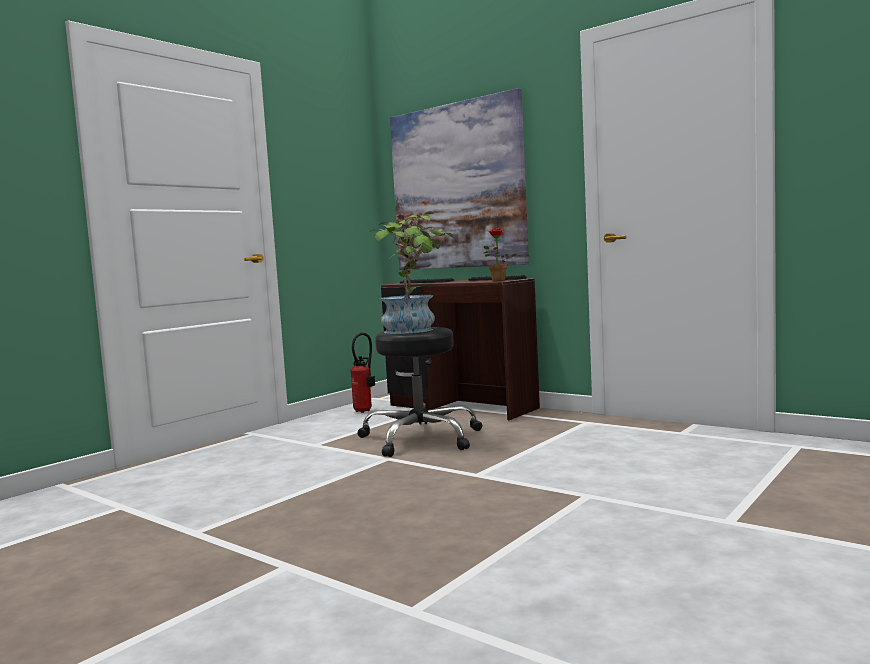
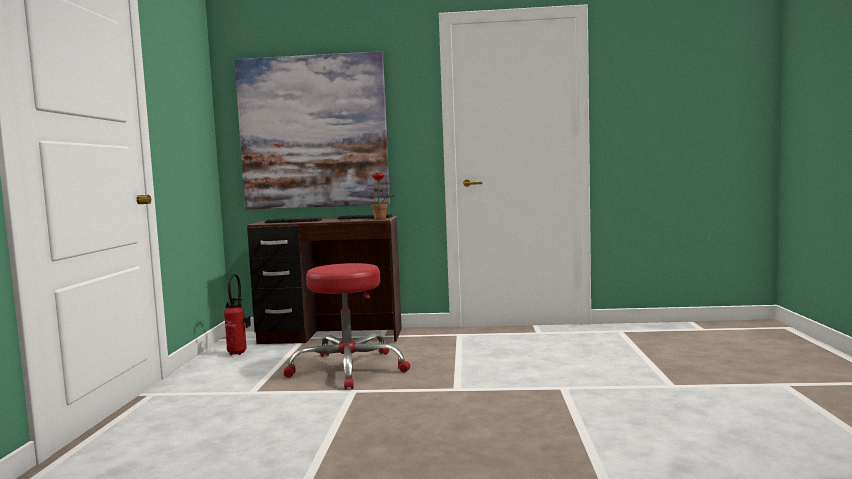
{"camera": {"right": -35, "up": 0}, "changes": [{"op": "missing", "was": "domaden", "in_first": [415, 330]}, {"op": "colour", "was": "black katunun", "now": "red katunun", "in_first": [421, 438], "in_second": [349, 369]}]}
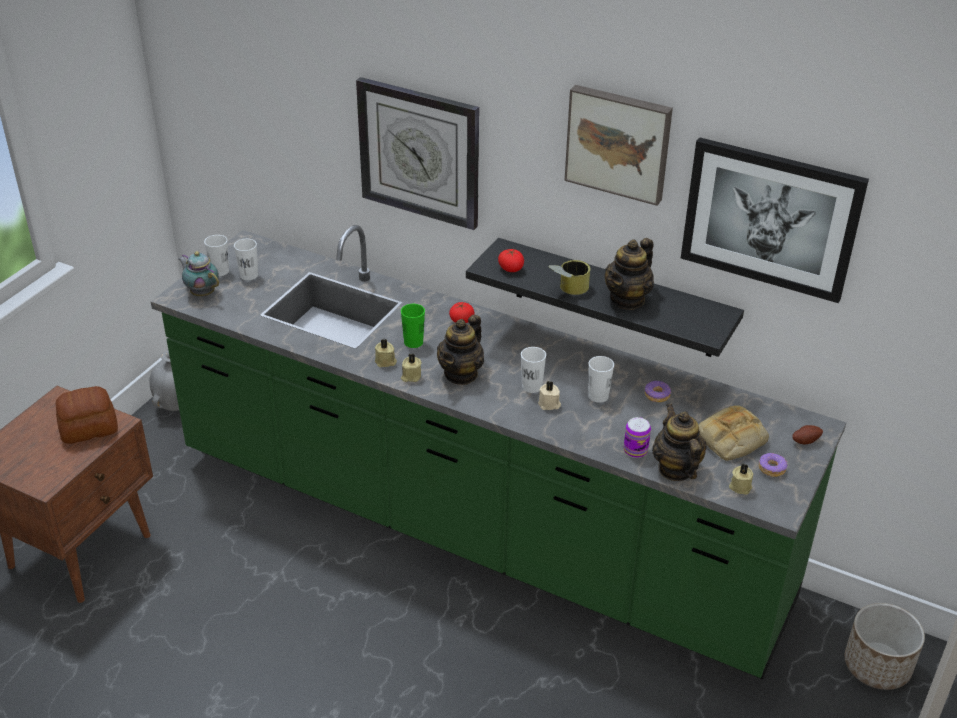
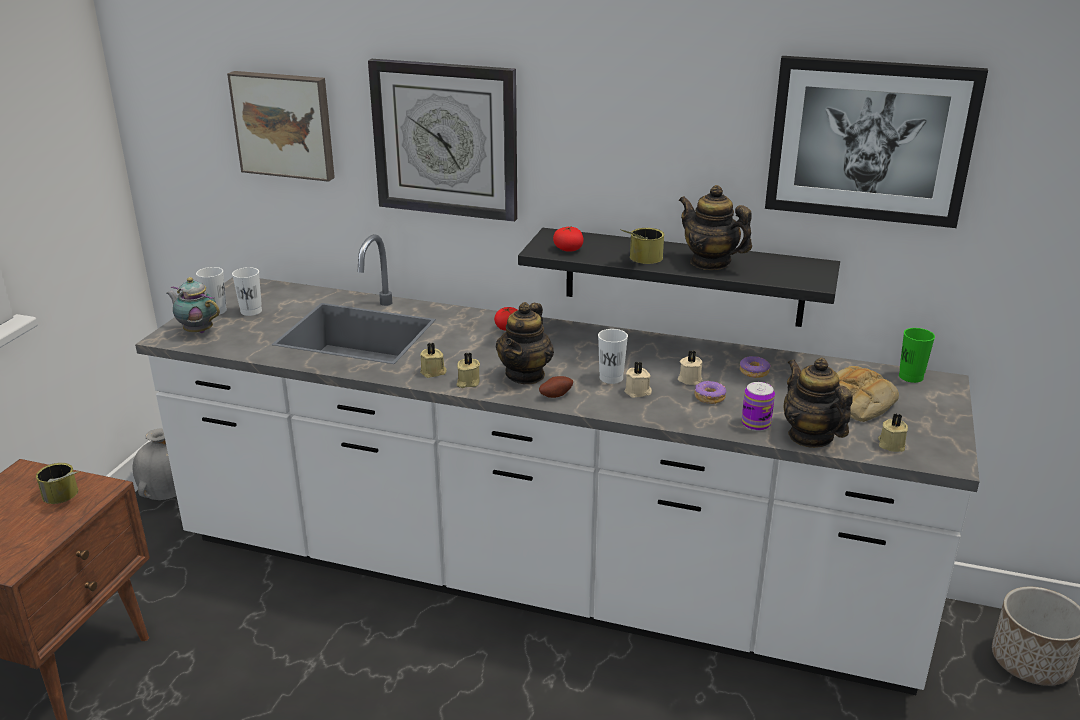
{"camera": {"right": -10, "up": -10}, "changes": [{"op": "relocated", "was": "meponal", "in_first": [619, 142], "in_second": [284, 124]}, {"op": "colour", "was": "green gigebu", "now": "white gigebu", "in_first": [476, 528], "in_second": [540, 579]}, {"op": "spun", "was": "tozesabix", "in_first": [627, 299], "in_second": [710, 262], "clockwise": 105}, {"op": "relocated", "was": "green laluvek", "in_first": [413, 342], "in_second": [911, 377]}, {"op": "exchanged", "was": "white laluvek", "now": "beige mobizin", "in_first": [598, 396], "in_second": [689, 379]}, {"op": "exchanged", "was": "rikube", "now": "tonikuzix", "in_first": [88, 428], "in_second": [64, 498]}, {"op": "relocated", "was": "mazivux", "in_first": [805, 440], "in_second": [555, 395]}, {"op": "relocated", "was": "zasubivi", "in_first": [771, 468], "in_second": [709, 397]}]}
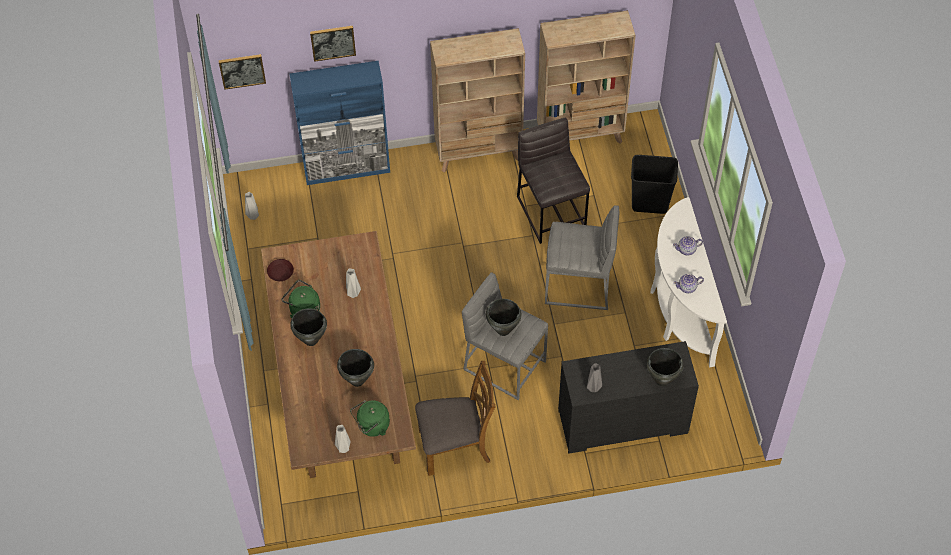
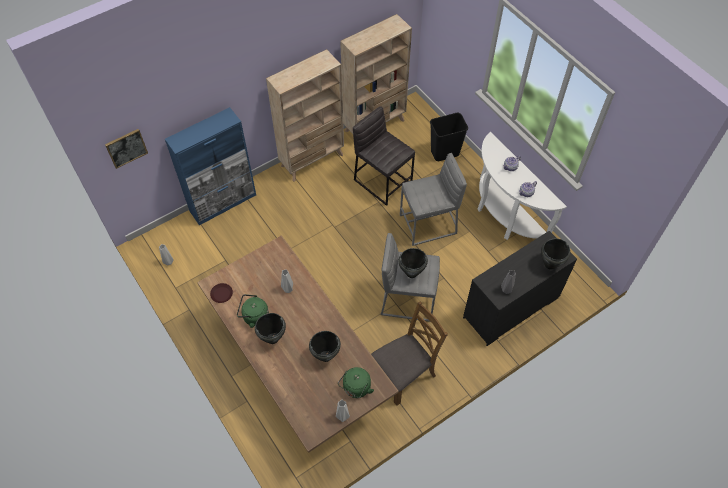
{"camera": {"right": -25, "up": 0}, "changes": [{"op": "missing", "was": "meponal", "in_first": [333, 42]}]}
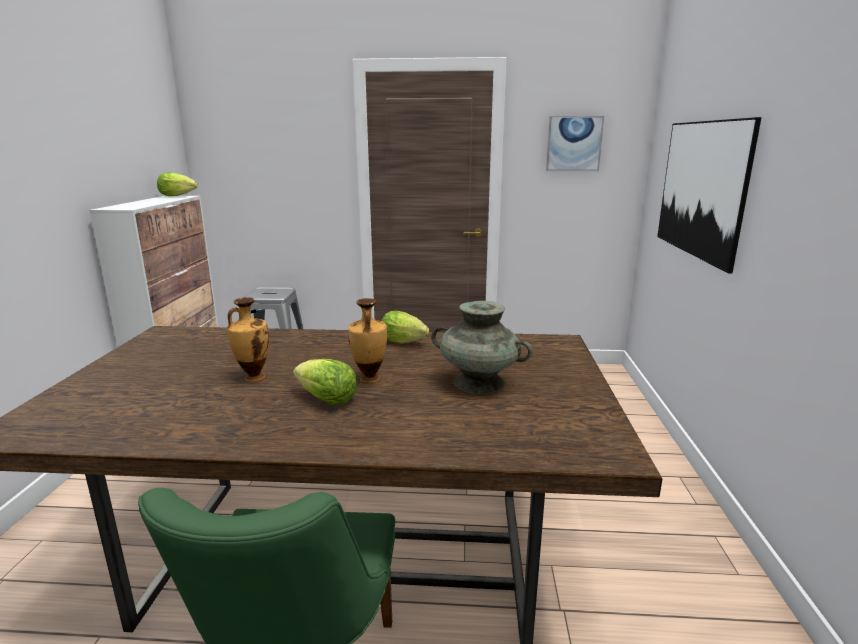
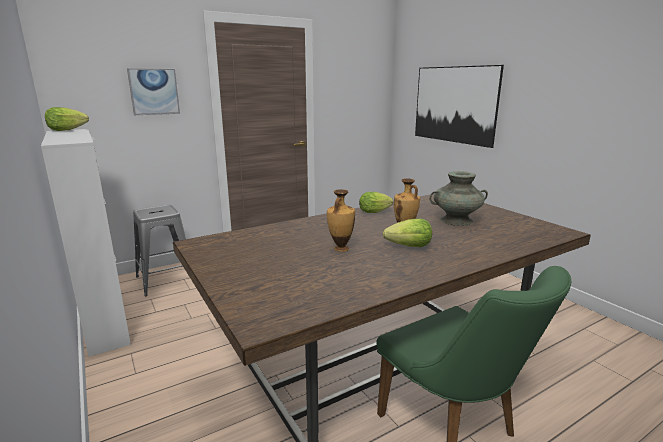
{"camera": {"right": -35, "up": 0}, "changes": [{"op": "relocated", "was": "meponal", "in_first": [574, 144], "in_second": [154, 91]}]}
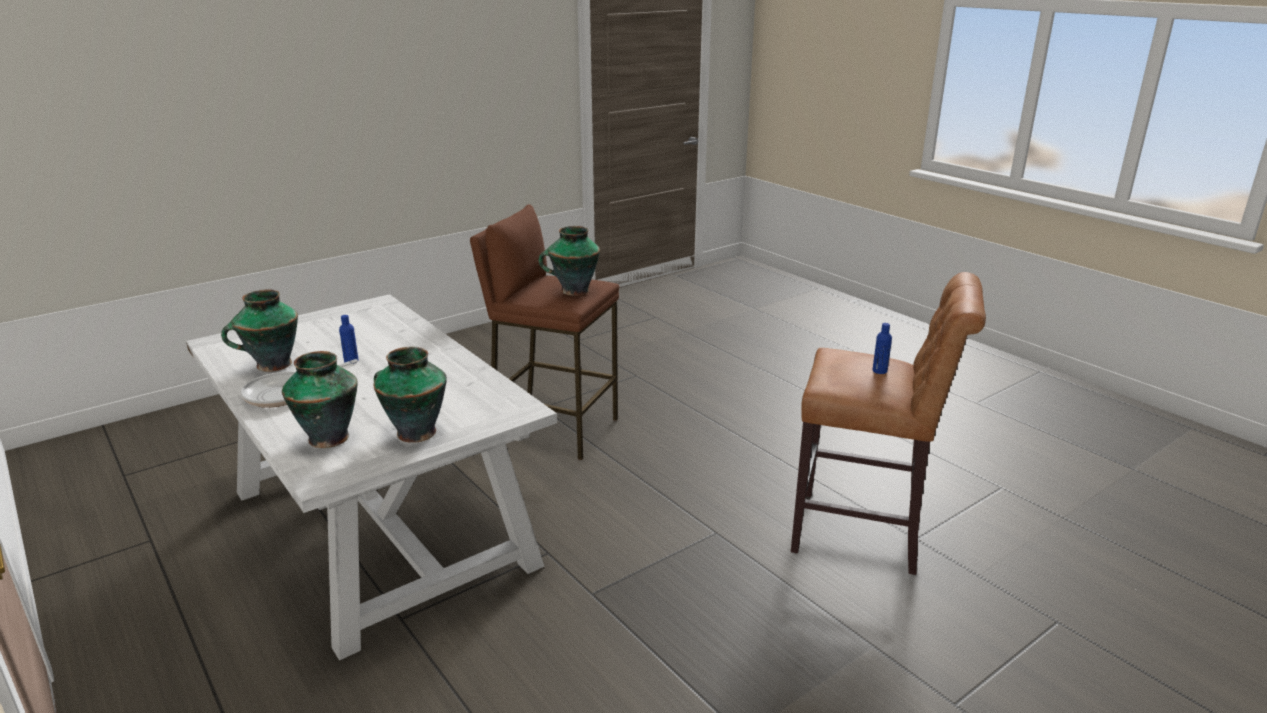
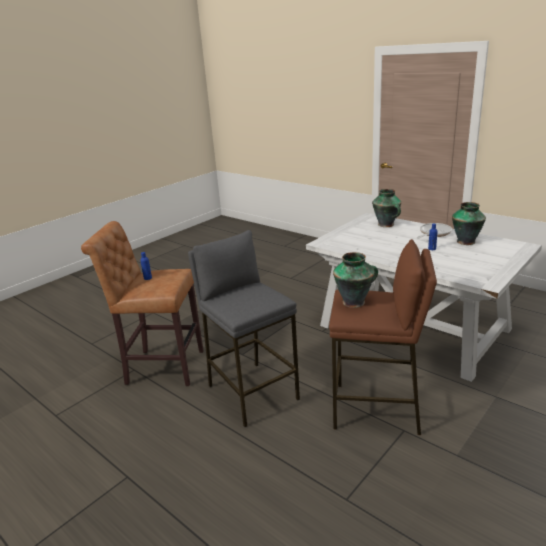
{"camera": {"right": 170, "up": 0}, "changes": [{"op": "missing", "was": "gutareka", "in_first": [414, 432]}, {"op": "appeared", "now": "grey katunun", "in_second": [252, 392]}]}
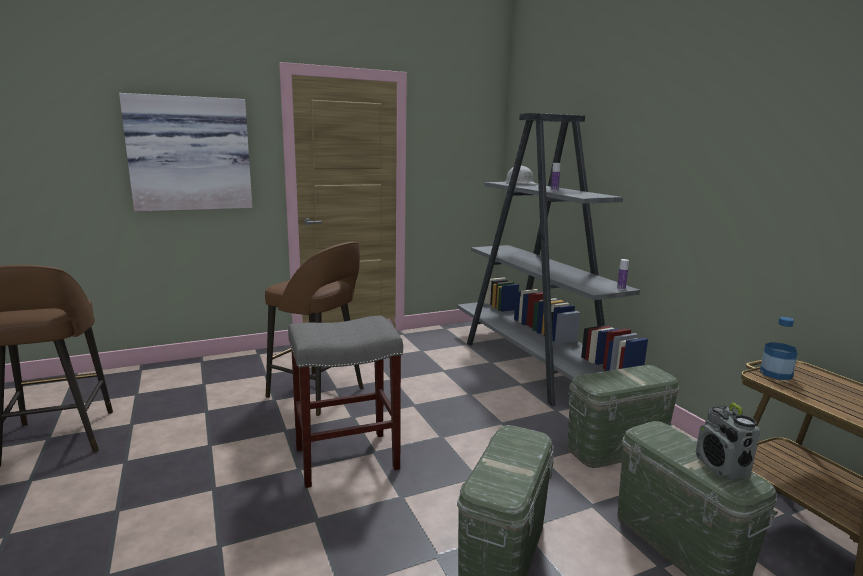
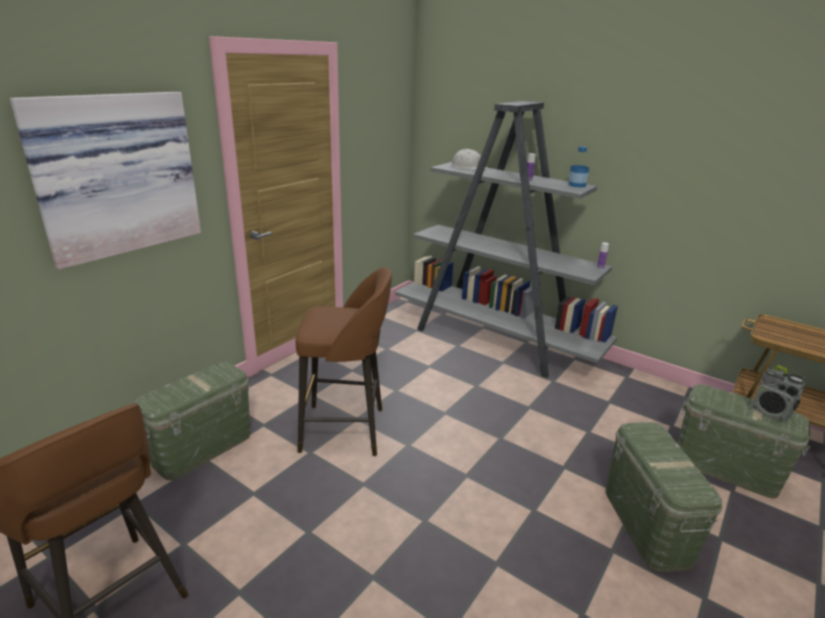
{"camera": {"right": -30, "up": 10}, "changes": [{"op": "missing", "was": "grey katunun", "in_first": [348, 458]}, {"op": "relocated", "was": "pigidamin", "in_first": [776, 374], "in_second": [577, 185]}, {"op": "relocated", "was": "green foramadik", "in_first": [616, 448], "in_second": [202, 448]}]}
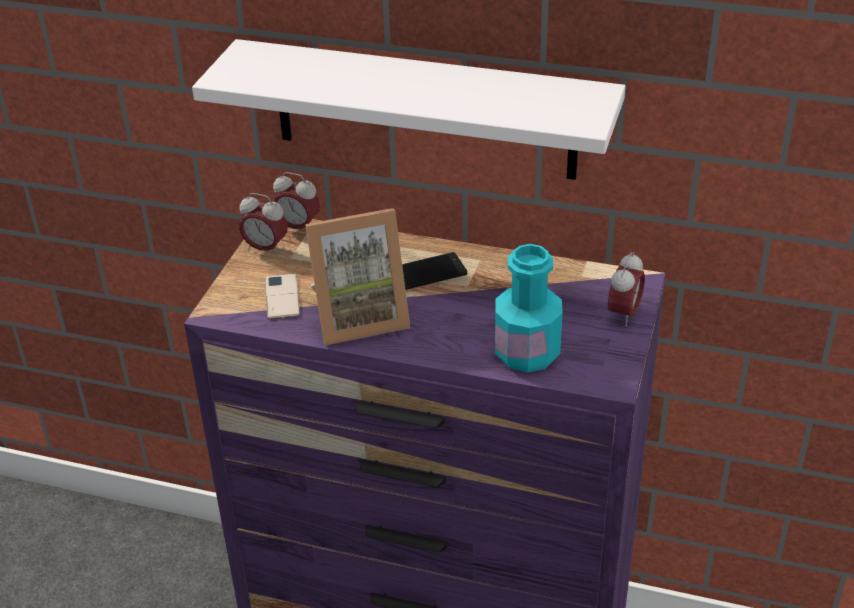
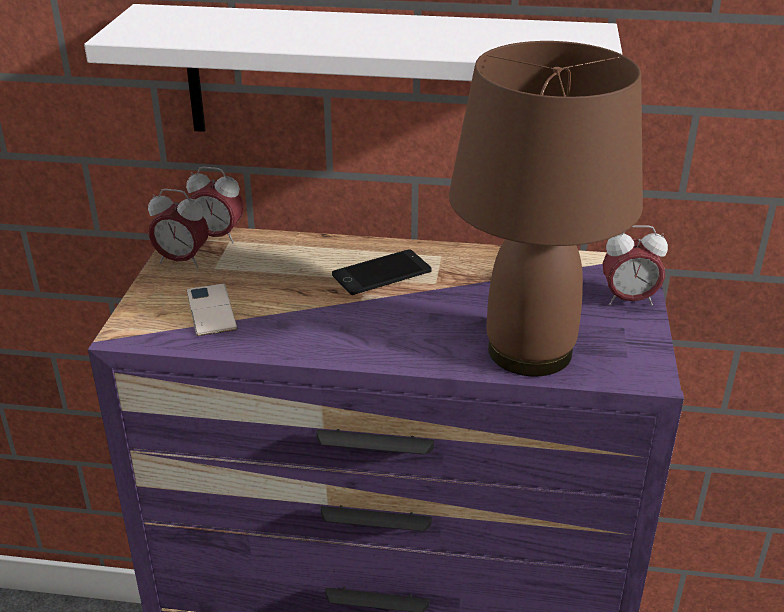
{"camera": {"right": -10, "up": -5}, "changes": [{"op": "missing", "was": "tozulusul", "in_first": [358, 317]}, {"op": "exchanged", "was": "turquoise pigidamin", "now": "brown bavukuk", "in_first": [527, 353], "in_second": [531, 350]}, {"op": "spun", "was": "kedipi", "in_first": [624, 314], "in_second": [628, 300], "clockwise": 75}]}
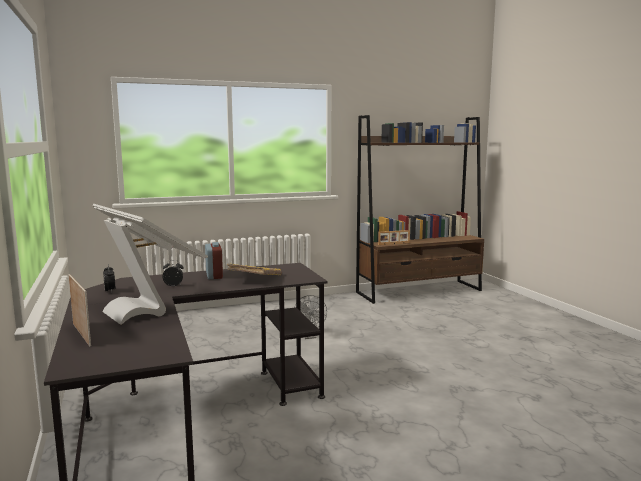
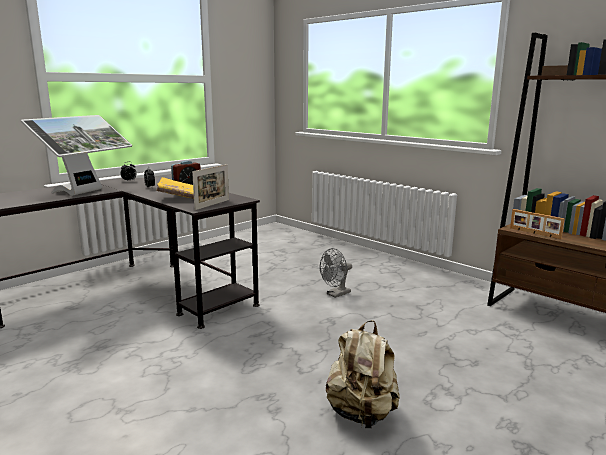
{"camera": {"right": 65, "up": 5}, "changes": [{"op": "relocated", "was": "tozulusul", "in_first": [81, 334], "in_second": [212, 204]}, {"op": "appeared", "now": "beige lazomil", "in_second": [361, 414]}]}
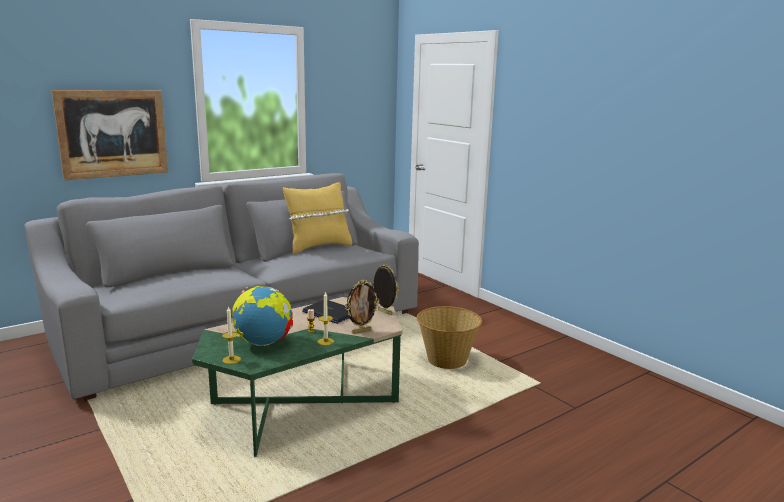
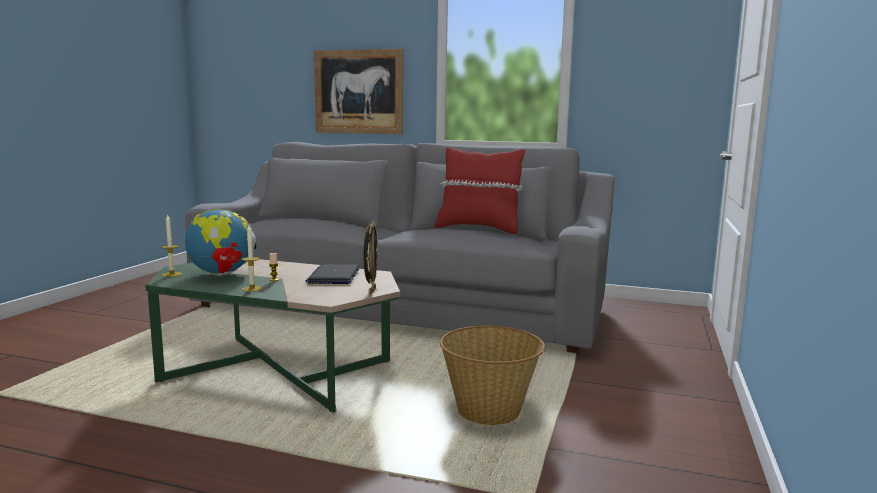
{"camera": {"right": 55, "up": -5}, "changes": [{"op": "colour", "was": "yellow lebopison", "now": "red lebopison", "in_first": [318, 247], "in_second": [478, 229]}, {"op": "missing", "was": "tozulusul", "in_first": [361, 331]}]}
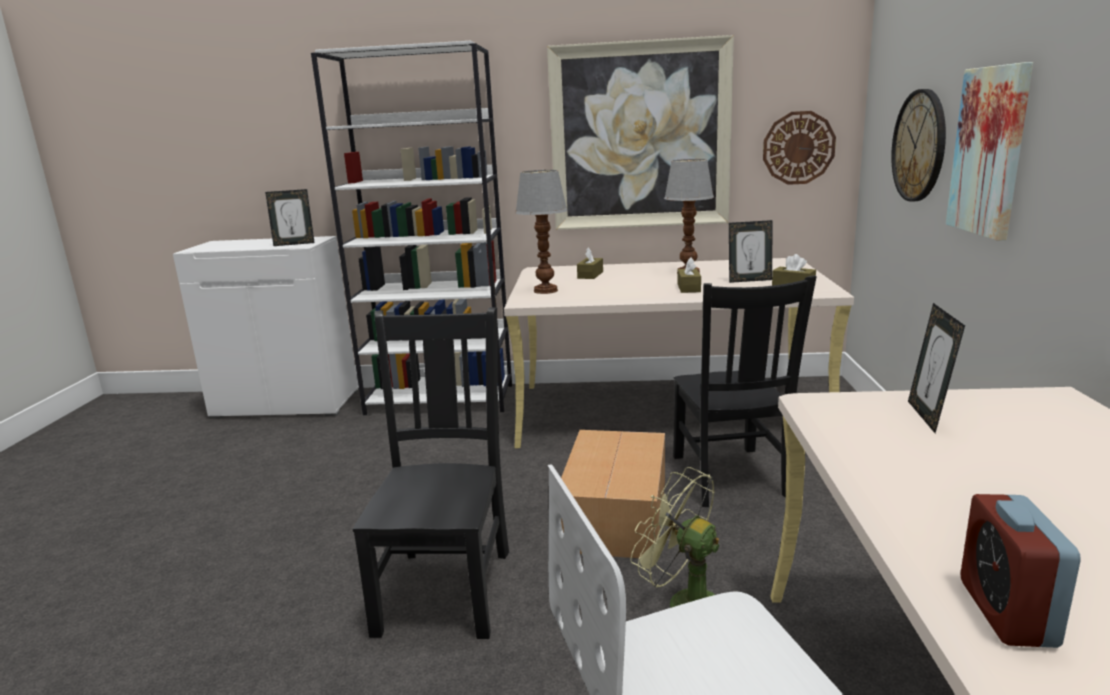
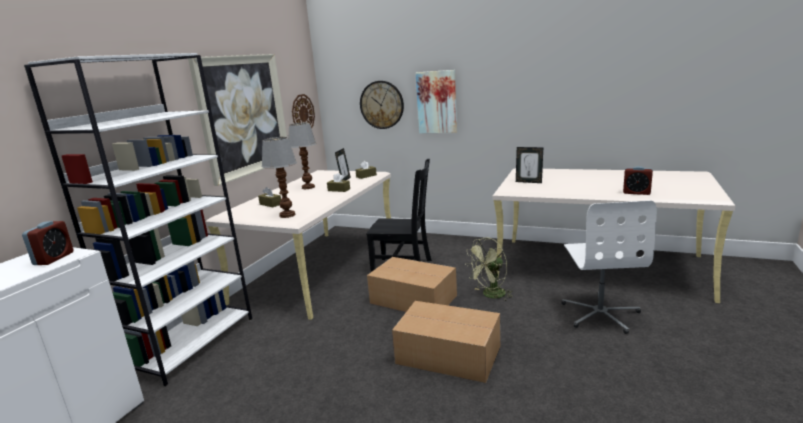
{"camera": {"right": -70, "up": 0}, "changes": [{"op": "exchanged", "was": "tozulusul", "now": "kedipi", "in_first": [294, 244], "in_second": [54, 258]}, {"op": "exchanged", "was": "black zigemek", "now": "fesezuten", "in_first": [447, 587], "in_second": [447, 354]}]}
